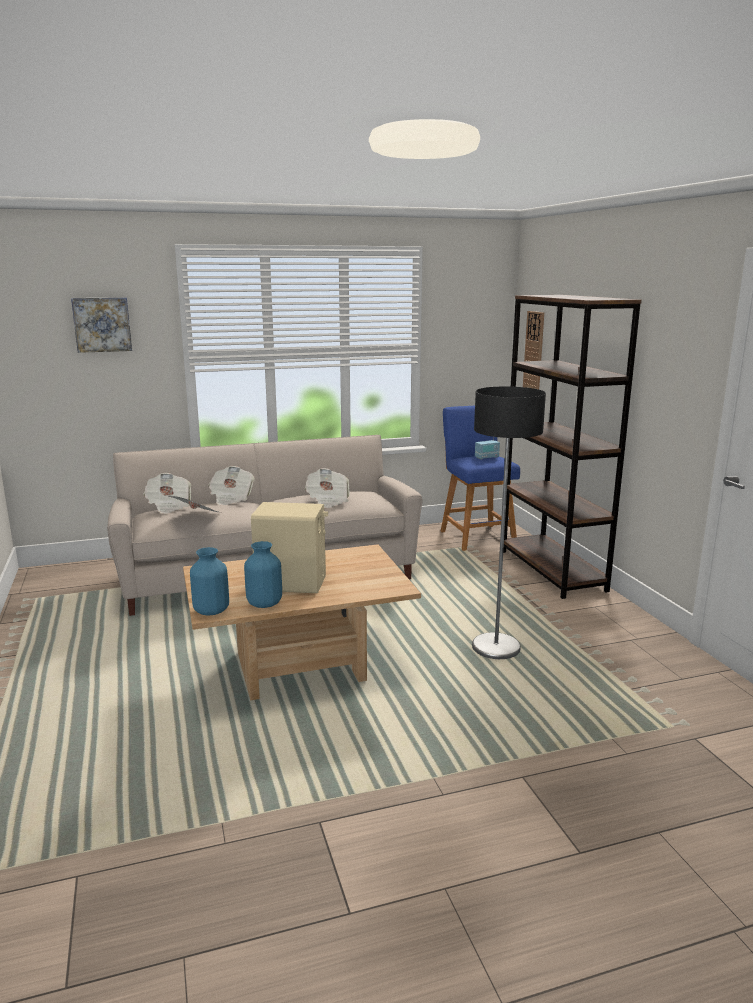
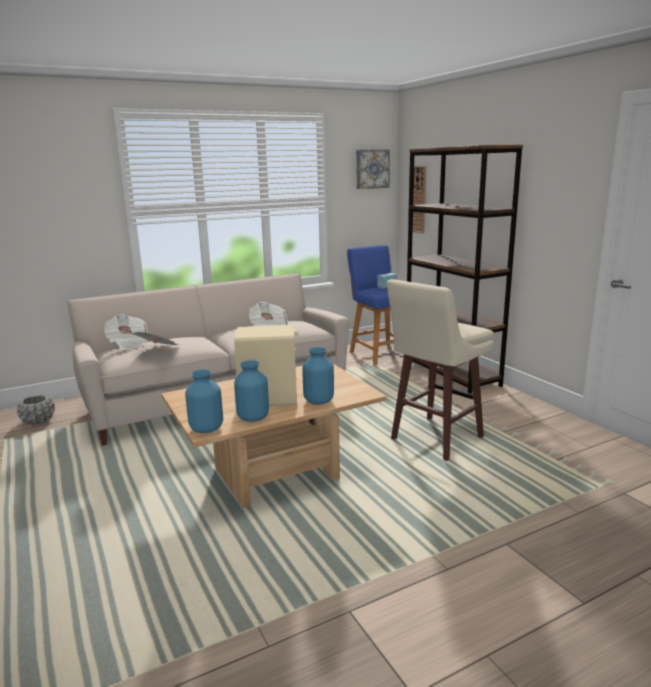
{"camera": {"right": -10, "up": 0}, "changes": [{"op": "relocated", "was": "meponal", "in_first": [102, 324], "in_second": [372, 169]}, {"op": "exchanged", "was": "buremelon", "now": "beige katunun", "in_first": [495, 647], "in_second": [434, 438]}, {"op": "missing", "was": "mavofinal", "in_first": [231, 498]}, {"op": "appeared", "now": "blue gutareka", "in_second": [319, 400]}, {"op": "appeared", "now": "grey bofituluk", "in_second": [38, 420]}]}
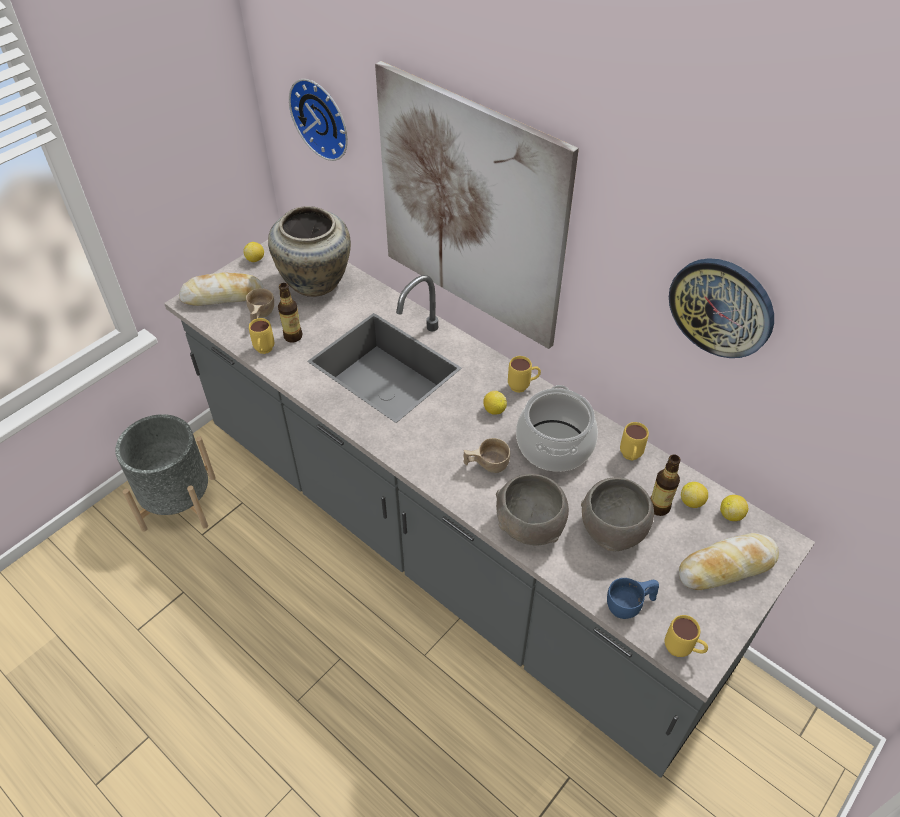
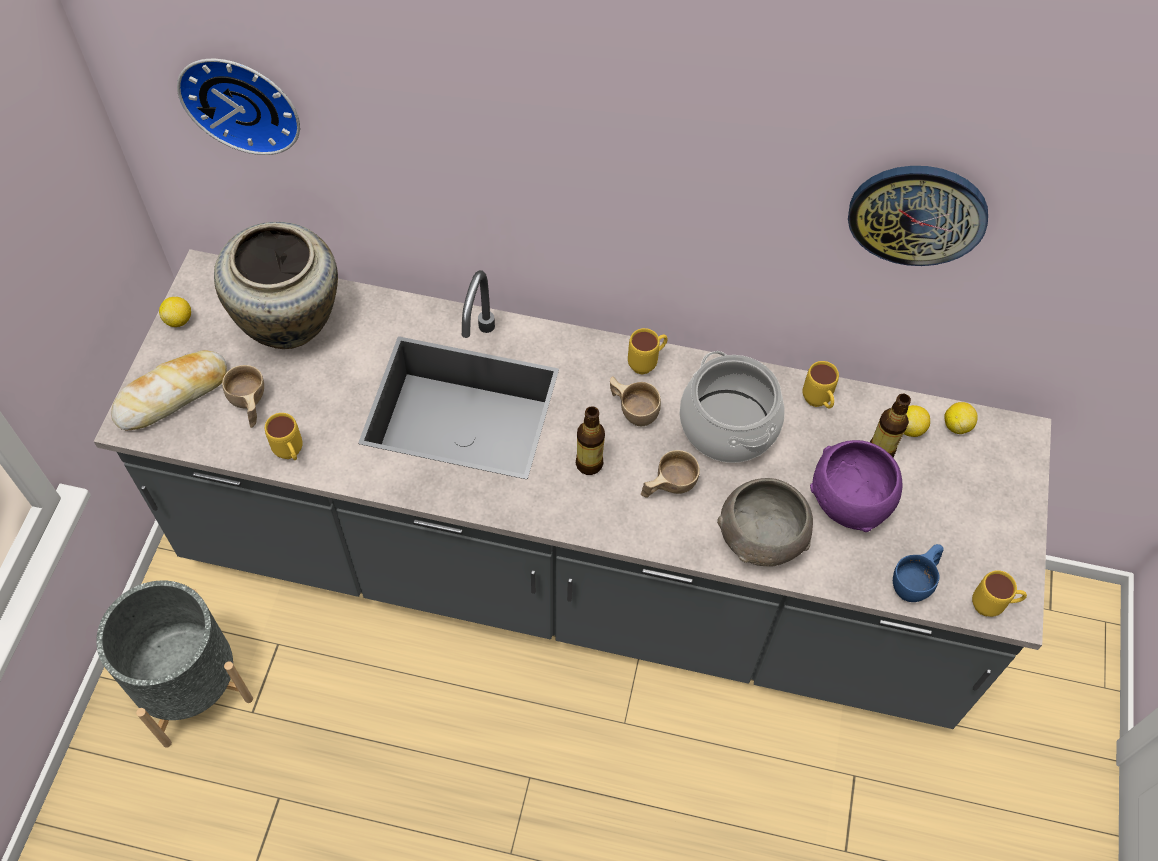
{"camera": {"right": -30, "up": 10}, "changes": [{"op": "missing", "was": "meponal", "in_first": [471, 209]}, {"op": "relocated", "was": "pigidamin", "in_first": [293, 336], "in_second": [589, 463]}, {"op": "exchanged", "was": "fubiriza", "now": "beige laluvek", "in_first": [494, 410], "in_second": [633, 409]}, {"op": "colour", "was": "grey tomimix", "now": "purple tomimix", "in_first": [612, 530], "in_second": [848, 502]}, {"op": "missing", "was": "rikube", "in_first": [726, 567]}]}
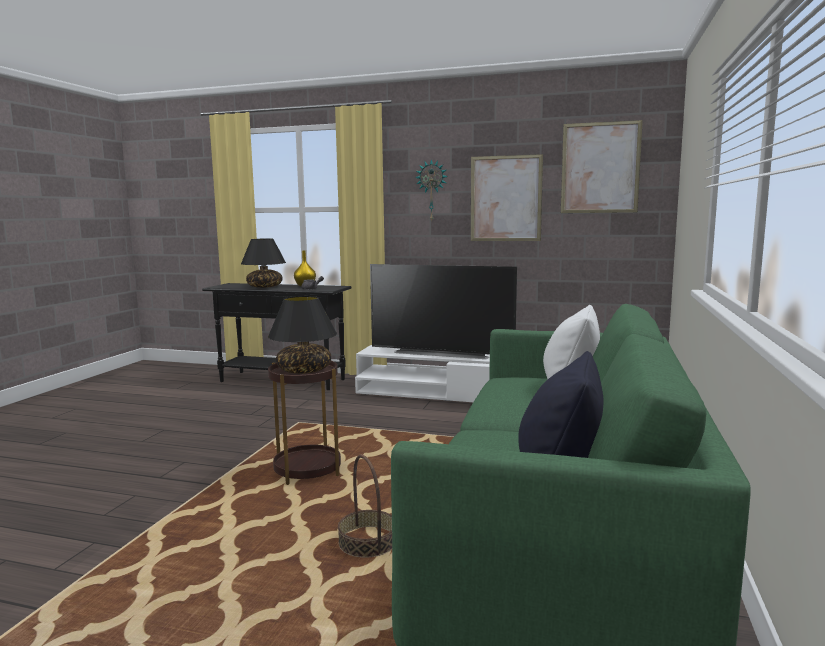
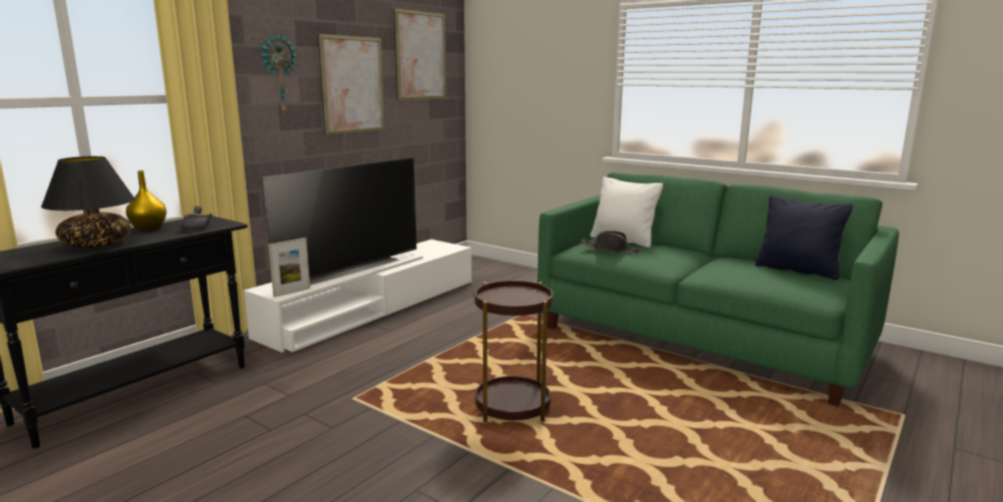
{"camera": {"right": -70, "up": 5}, "changes": [{"op": "missing", "was": "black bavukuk", "in_first": [304, 371]}, {"op": "missing", "was": "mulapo", "in_first": [368, 542]}, {"op": "appeared", "now": "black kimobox", "in_second": [611, 250]}, {"op": "appeared", "now": "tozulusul", "in_second": [292, 292]}]}
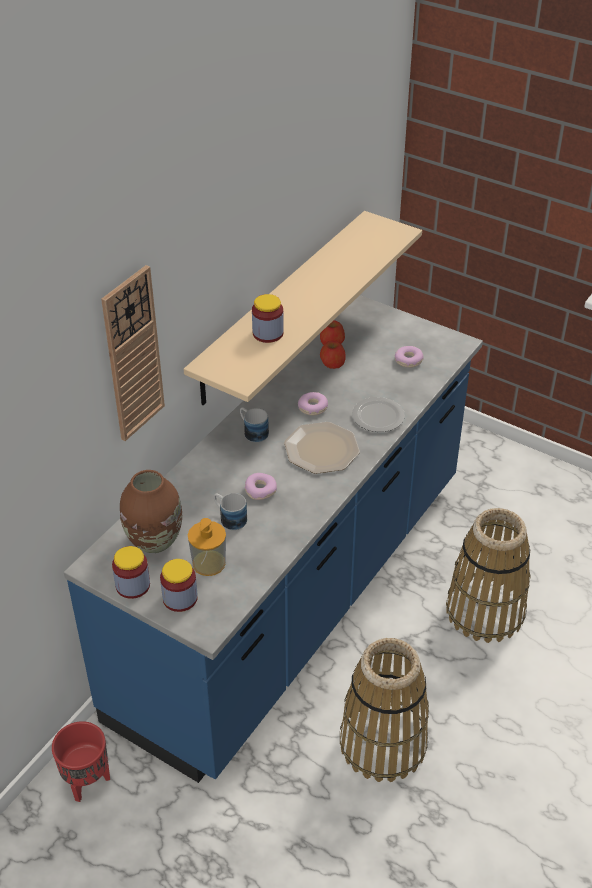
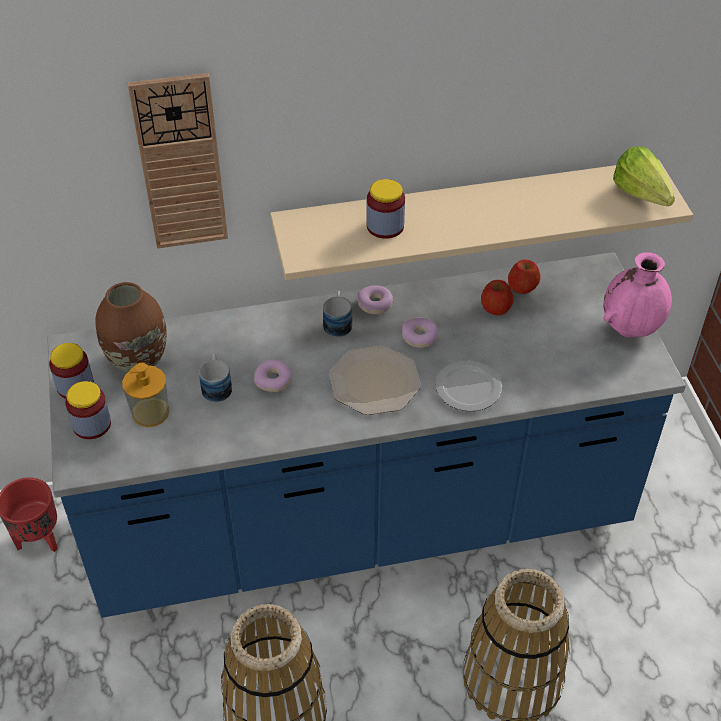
{"camera": {"right": 45, "up": 5}, "changes": [{"op": "relocated", "was": "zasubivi", "in_first": [408, 361], "in_second": [375, 304]}, {"op": "appeared", "now": "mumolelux", "in_second": [643, 198]}, {"op": "appeared", "now": "pink gutareka", "in_second": [630, 328]}]}
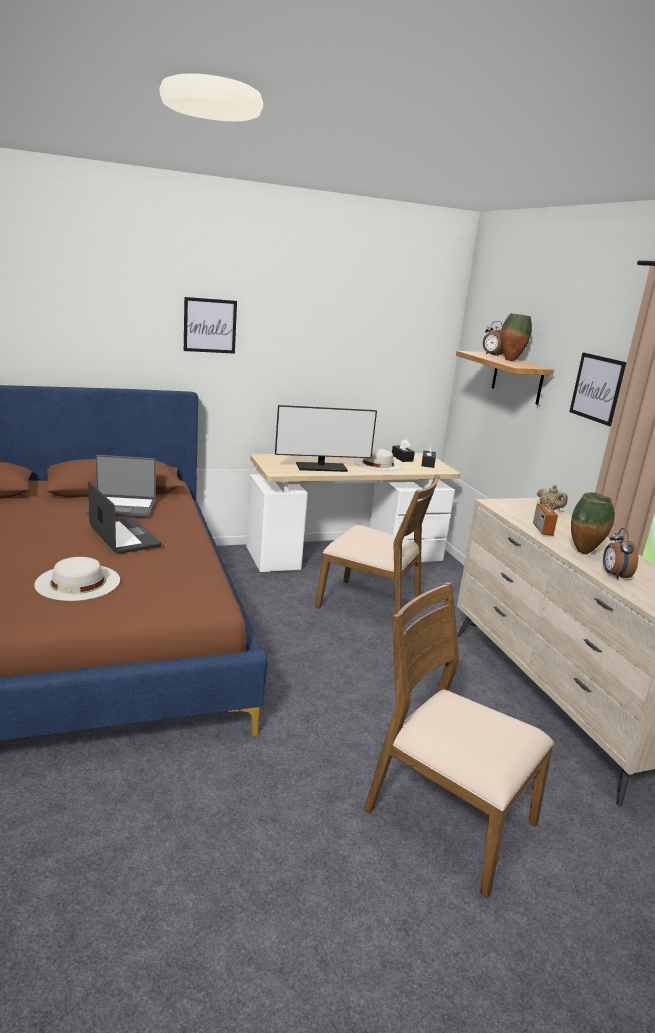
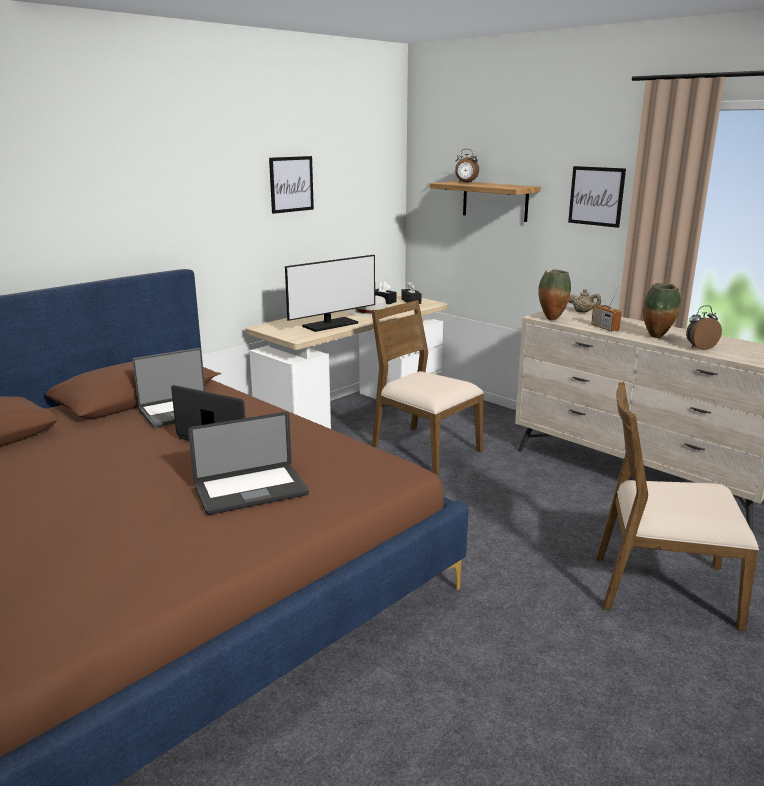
{"camera": {"right": -25, "up": 0}, "changes": [{"op": "relocated", "was": "meponal", "in_first": [210, 325], "in_second": [291, 184]}, {"op": "relocated", "was": "gutareka", "in_first": [510, 360], "in_second": [551, 319]}, {"op": "spun", "was": "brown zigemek", "in_first": [370, 605], "in_second": [424, 448], "clockwise": -135}, {"op": "spun", "was": "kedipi", "in_first": [614, 575], "in_second": [699, 347], "clockwise": 105}, {"op": "exchanged", "was": "white kimobox", "now": "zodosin", "in_first": [78, 582], "in_second": [251, 491]}]}
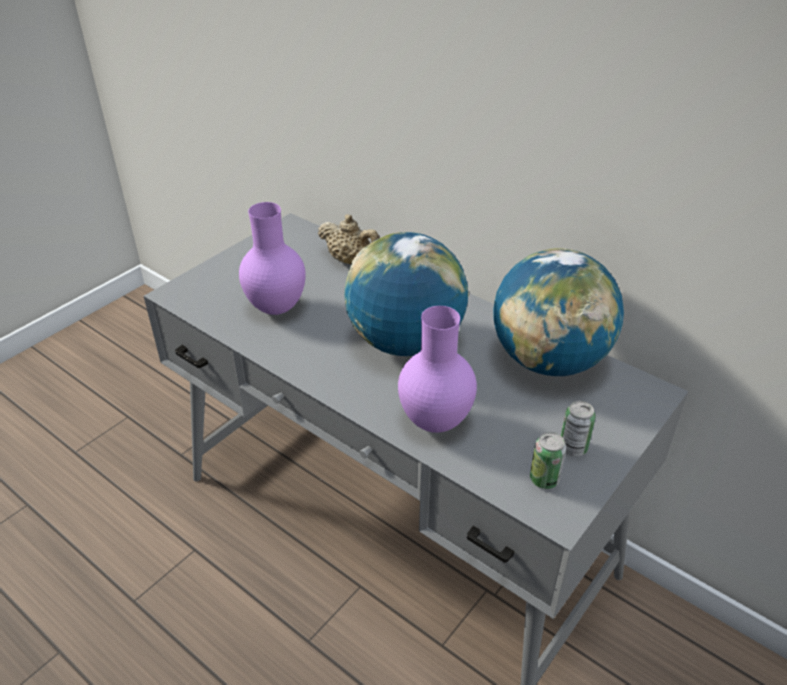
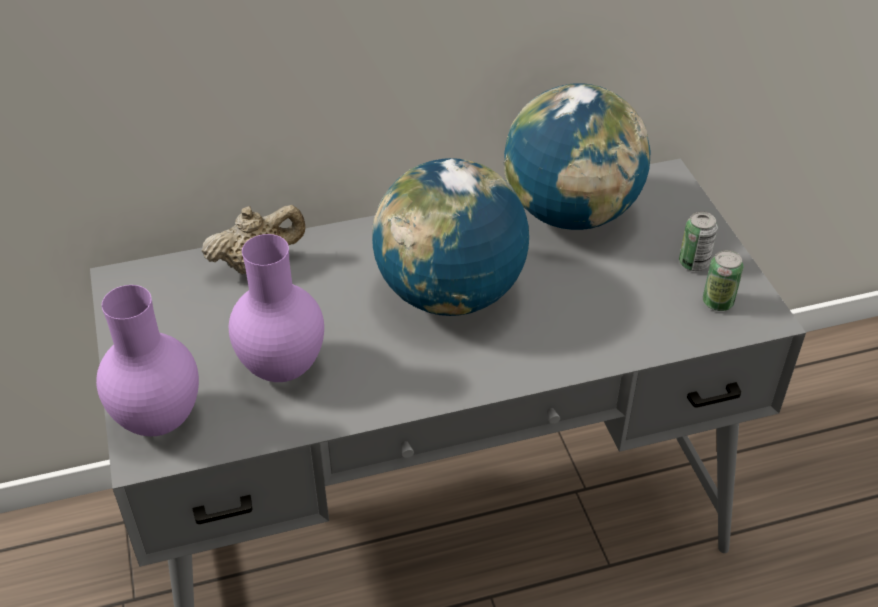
{"camera": {"right": -55, "up": 5}, "changes": [{"op": "relocated", "was": "purple gutareka", "in_first": [433, 421], "in_second": [157, 421]}]}
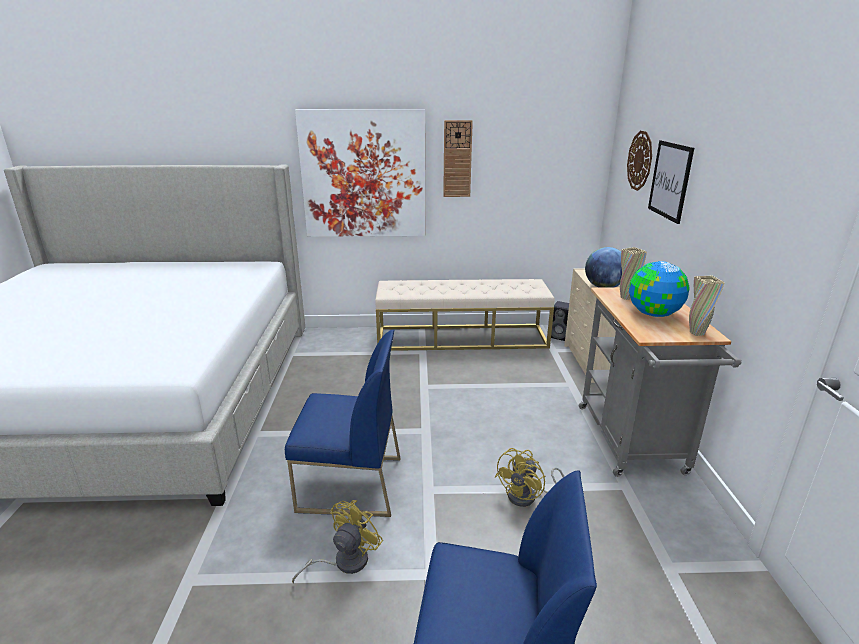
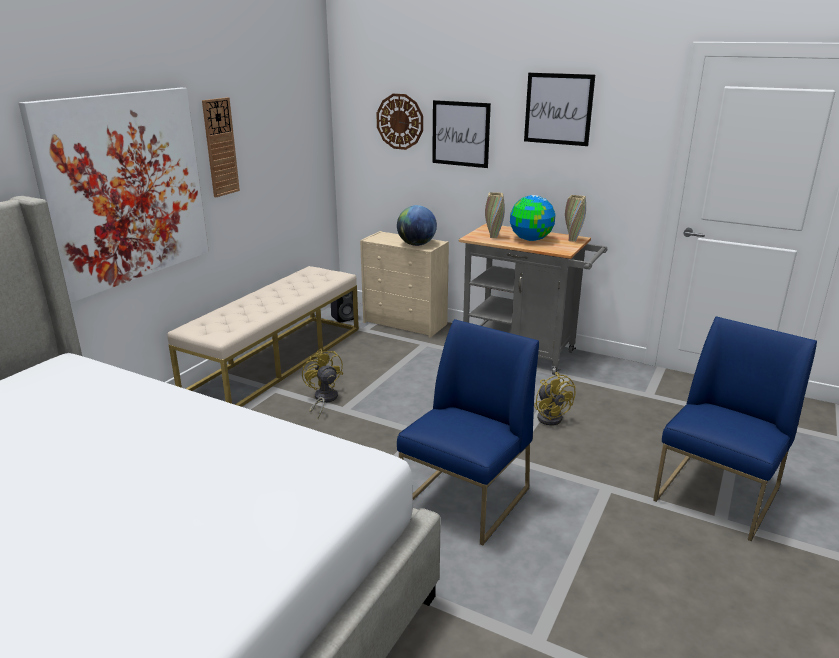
{"camera": {"right": -60, "up": 0}, "changes": [{"op": "relocated", "was": "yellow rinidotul", "in_first": [344, 562], "in_second": [323, 400]}, {"op": "appeared", "now": "meponal", "in_second": [558, 109]}]}
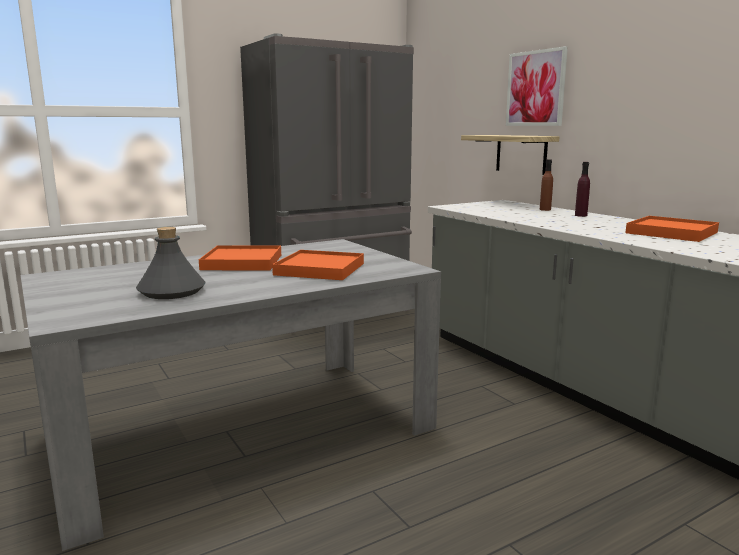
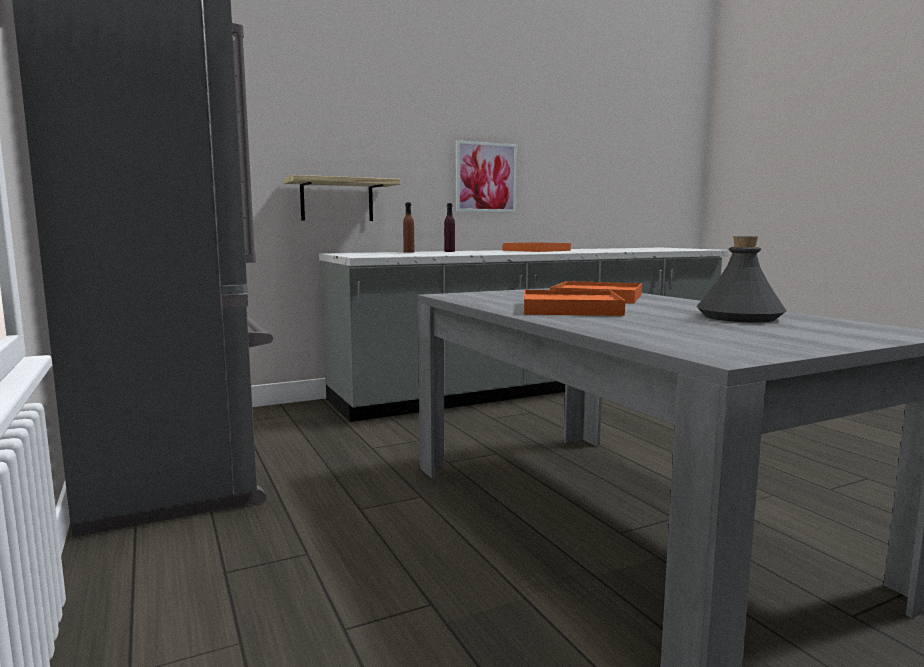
{"camera": {"right": -85, "up": -5}, "changes": [{"op": "relocated", "was": "meponal", "in_first": [536, 88], "in_second": [485, 177]}]}
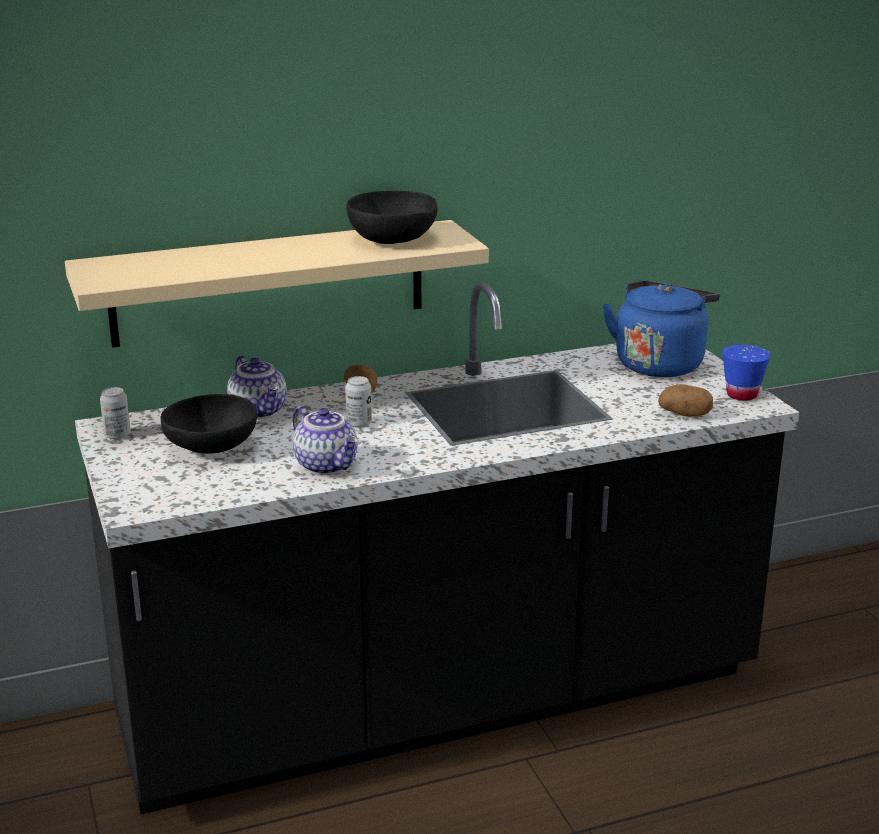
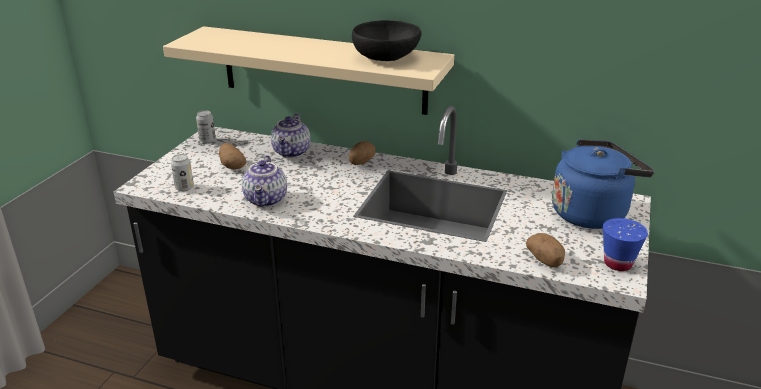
{"camera": {"right": 40, "up": 5}, "changes": [{"op": "relocated", "was": "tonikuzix", "in_first": [359, 423], "in_second": [184, 188]}, {"op": "exchanged", "was": "black tomimix", "now": "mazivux", "in_first": [211, 449], "in_second": [232, 166]}]}
